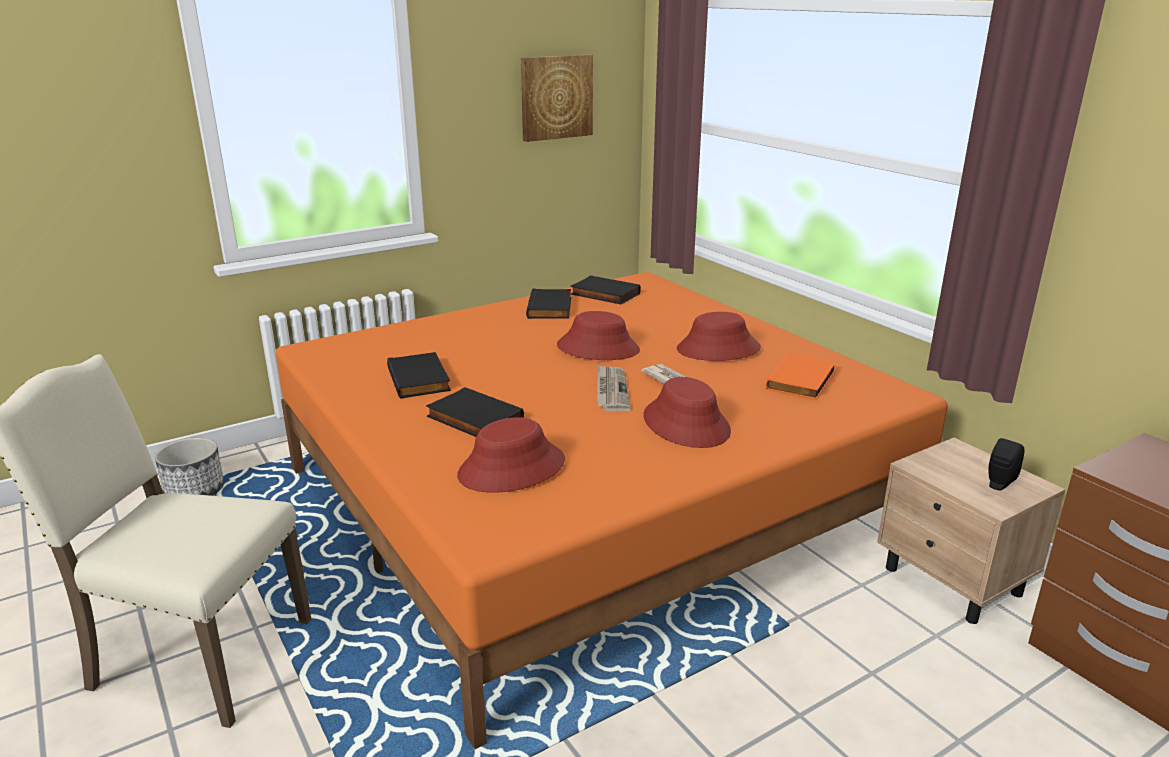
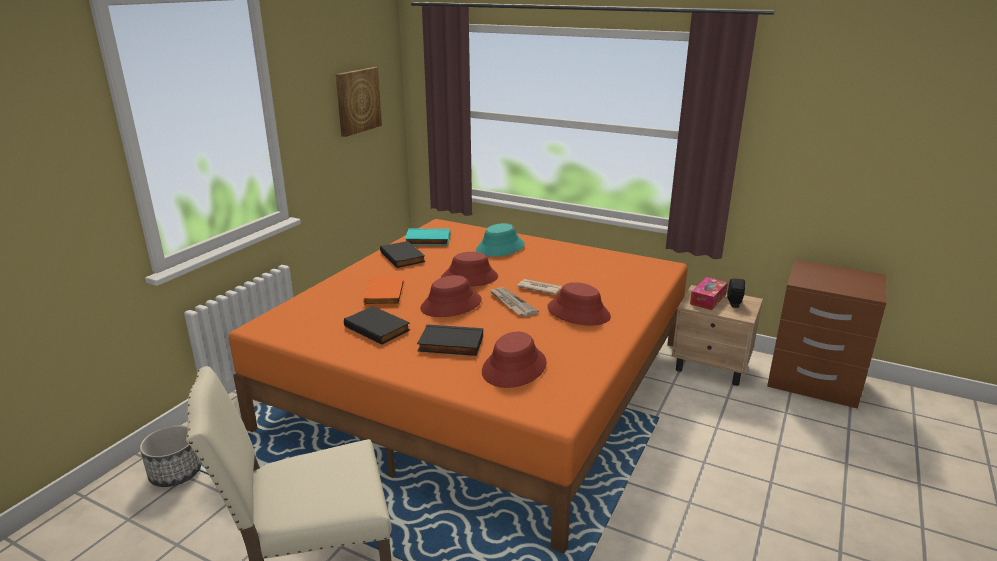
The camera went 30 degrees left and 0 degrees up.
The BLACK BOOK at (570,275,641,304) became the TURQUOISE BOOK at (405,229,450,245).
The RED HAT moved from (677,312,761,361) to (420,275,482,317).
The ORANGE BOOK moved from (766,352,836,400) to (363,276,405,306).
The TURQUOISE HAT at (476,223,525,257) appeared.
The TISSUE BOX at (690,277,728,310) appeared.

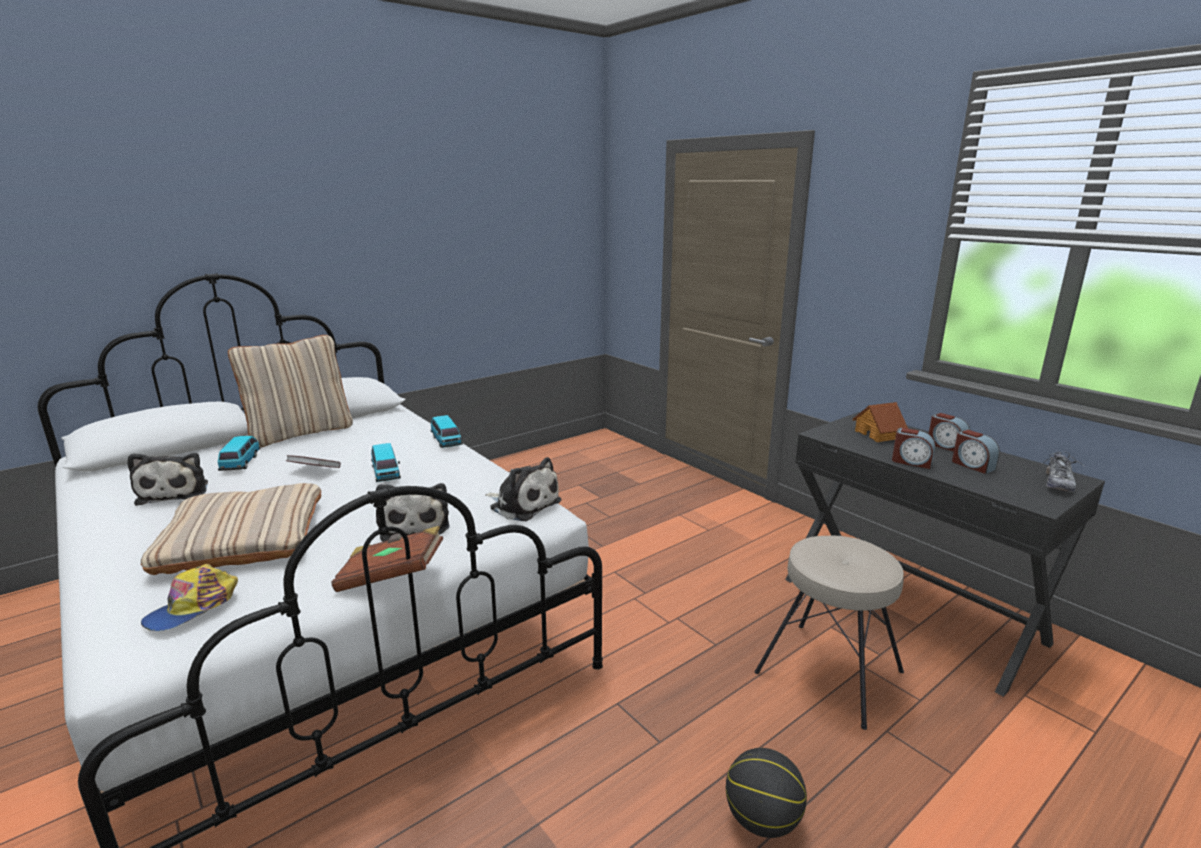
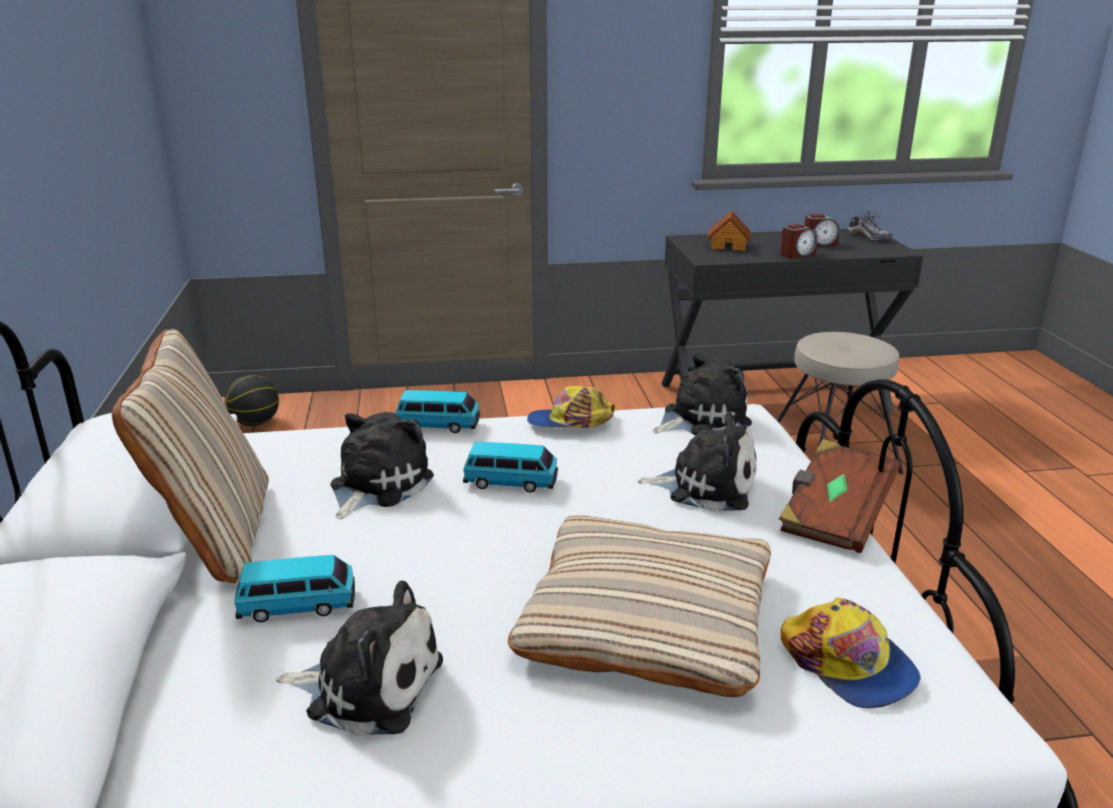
The camera went 60 degrees left and 5 degrees up.
The ALARM CLOCK at (929,413,970,452) disappeared.
The TOY CAR at (218,436,261,471) turned 150 degrees clockwise.
The BOOK at (286,455,341,468) disappeared.
The BASKETBALL moved from (726,748,807,838) to (225,375,279,426).
The CAP at (527,386,615,428) appeared.
The PLUSH TOY at (331,412,434,519) appeared.

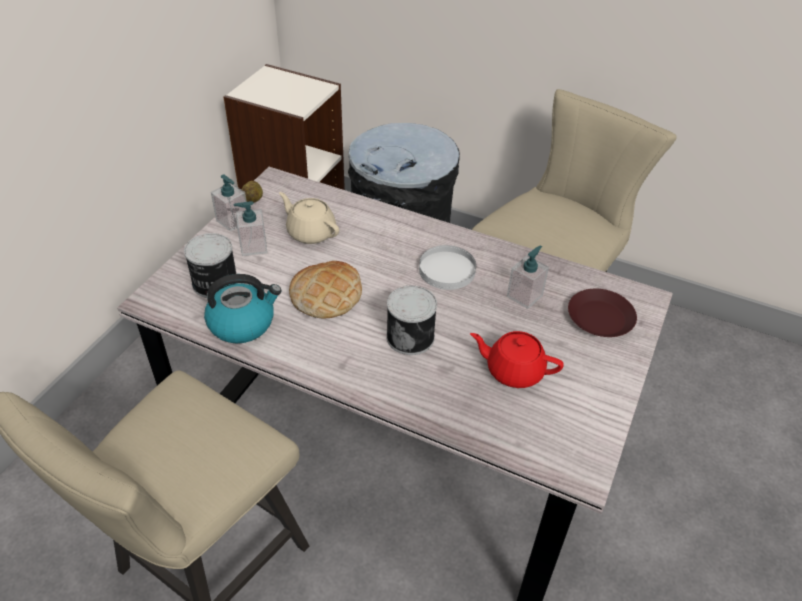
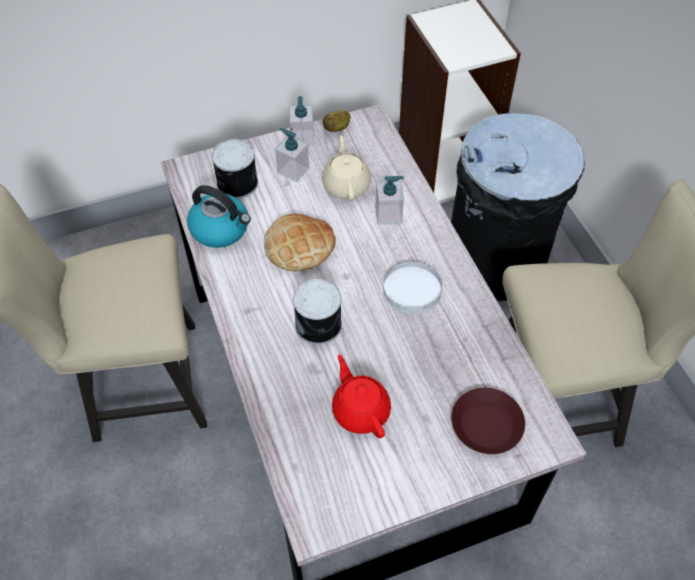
The camera went 45 degrees right and 10 degrees up.
The SOAP DISPENSER moved from (507,246,549,309) to (375,176,404,225).

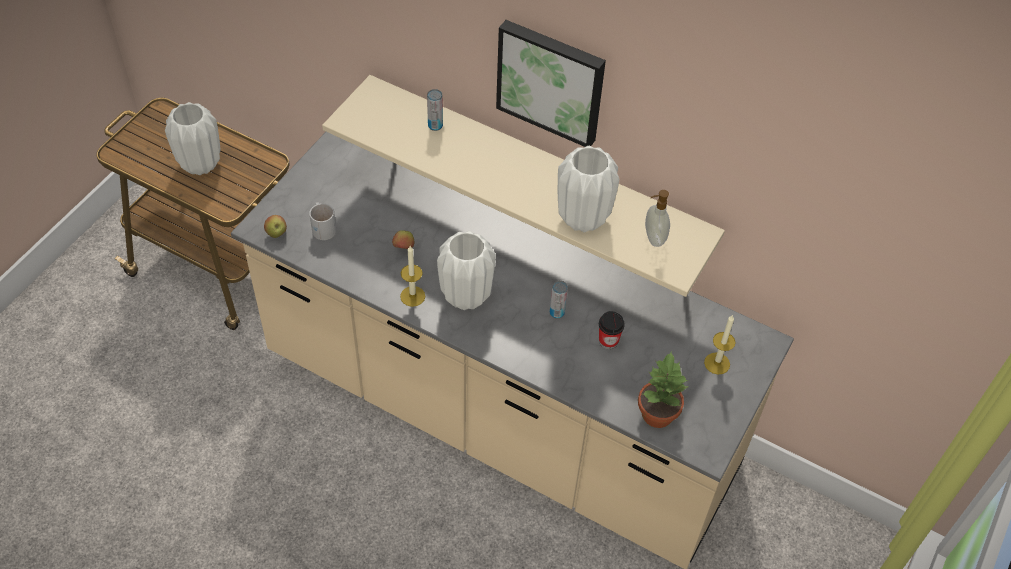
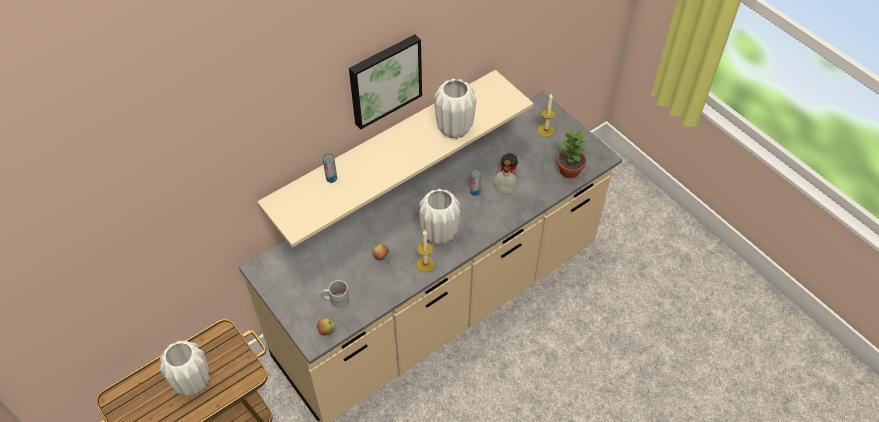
The camera went 65 degrees left and 0 degrees up.
The SOAP DISPENSER moved from (645,190,670,247) to (493,160,518,194).

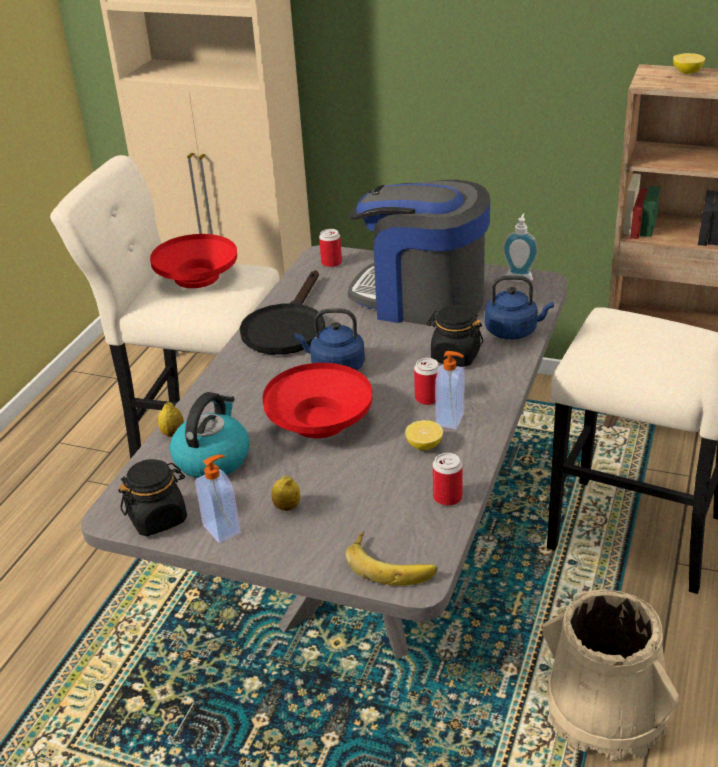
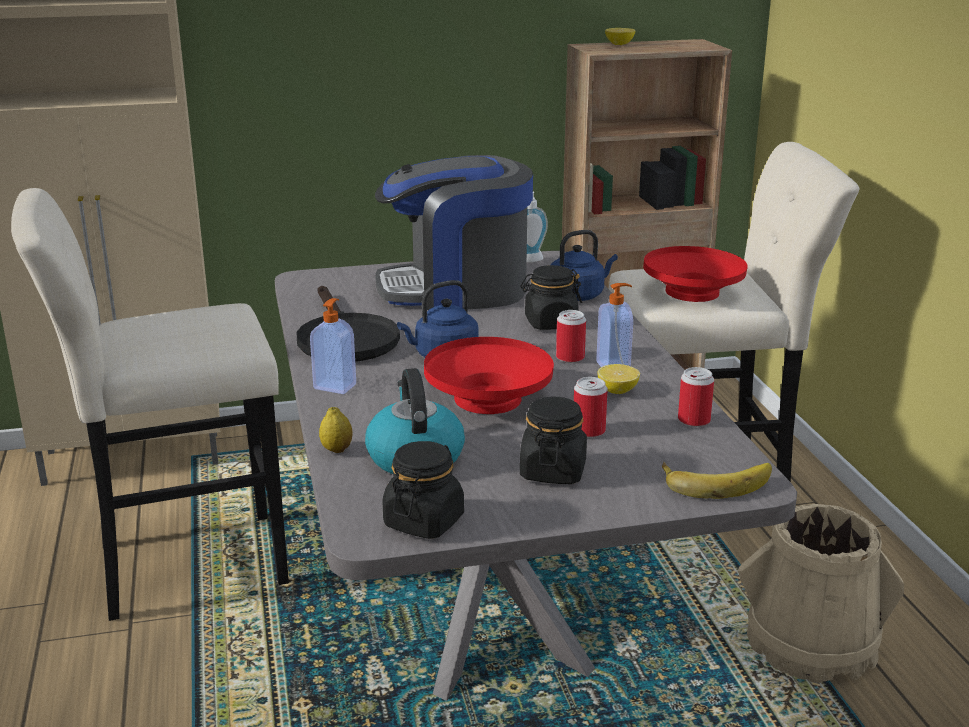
The camera went 35 degrees left and 10 degrees down.
The CAN moved from (319,229,342,268) to (574,377,608,438).
The RED BOWL moved from (150,234,237,288) to (643,246,748,302).
The SOAP DISPENSER moved from (195,455,240,543) to (310,298,356,394).
The LEMON at (271,476,300,511) was replaced by the BLACK JAR at (520,397,587,484).

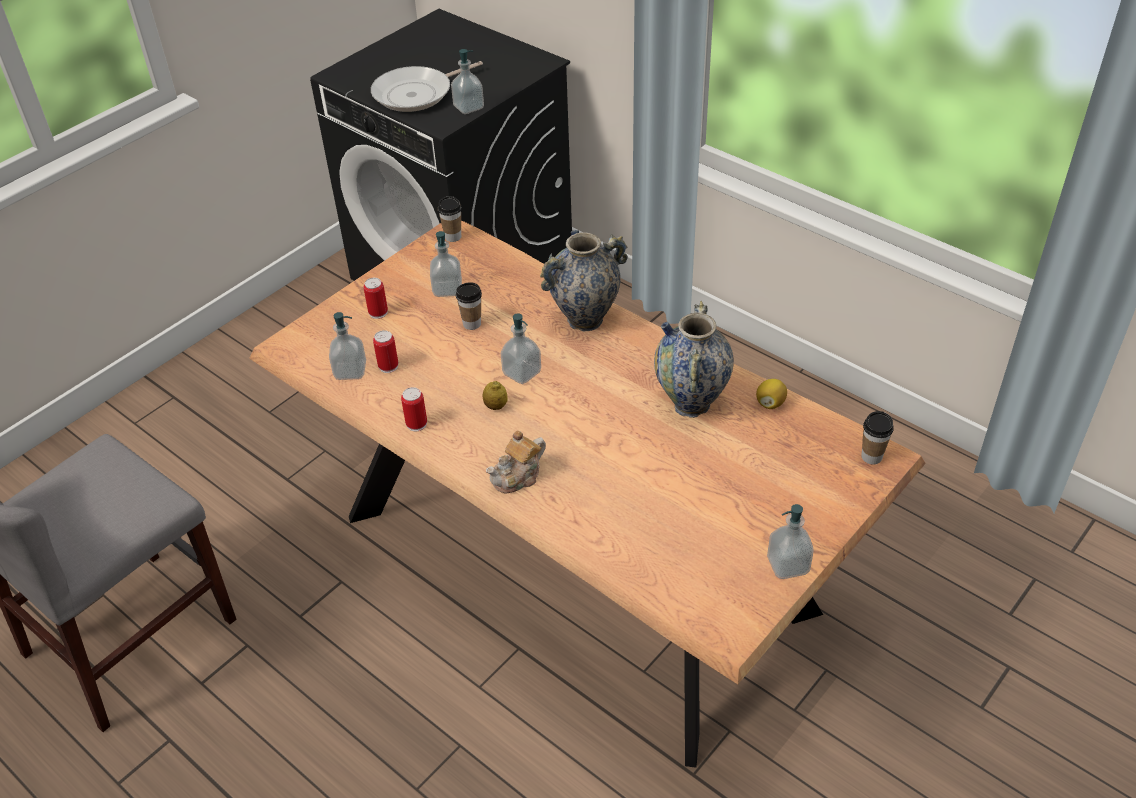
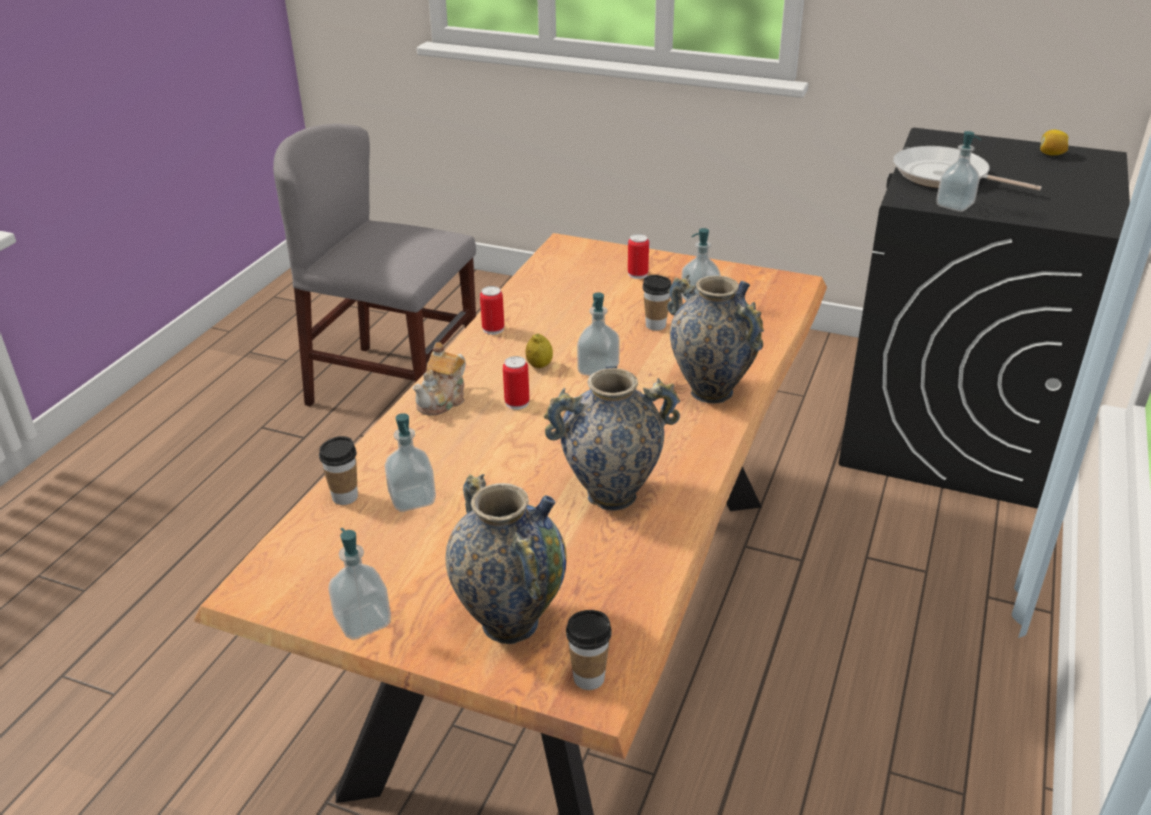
The camera went 70 degrees right and 10 degrees down.
The CUP moved from (438,196,462,242) to (319,436,358,505).
The SOAP DISPENSER moved from (329,312,366,380) to (385,413,436,512).
The CAN moved from (373,330,398,373) to (503,356,529,410).
The LEMON moved from (756,379,787,409) to (1040,130,1068,155).
The TEAPOT at (486,430,546,493) turned 90 degrees counterclockwise.
The VASE at (446,474,567,644) appeared.

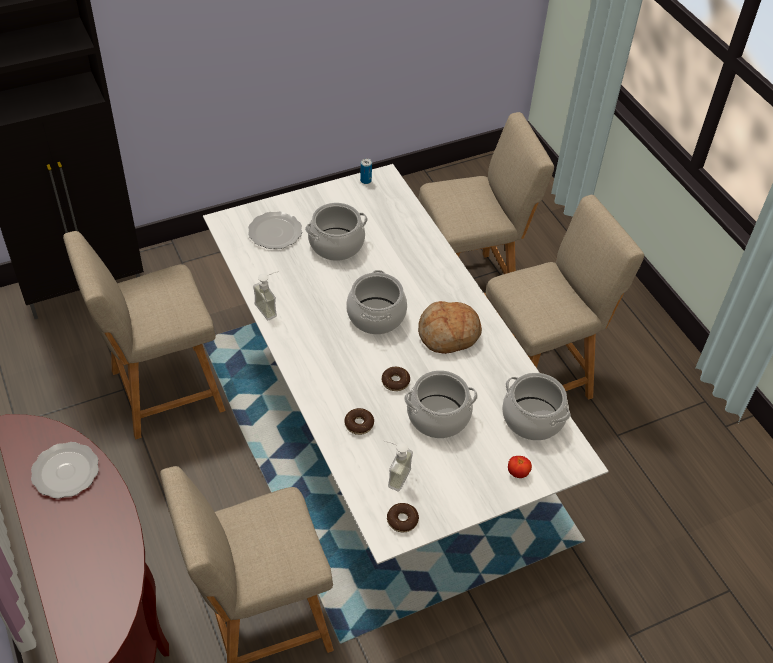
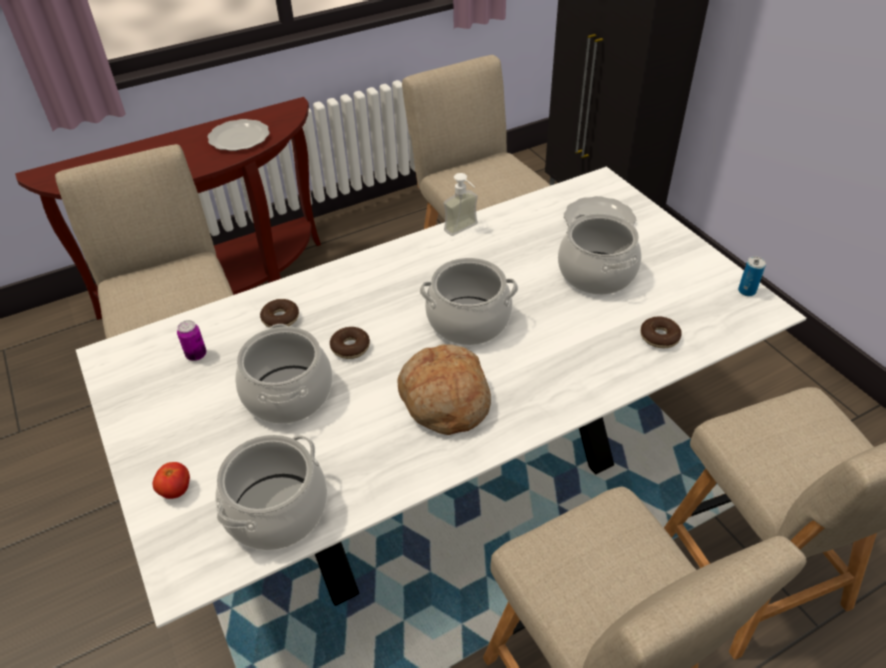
The camera went 90 degrees right and 5 degrees down.
The SOAP DISPENSER at (384,440,413,491) was replaced by the CAN at (177,320,206,361).
The DONUT moved from (387,503,419,532) to (640,316,682,348).

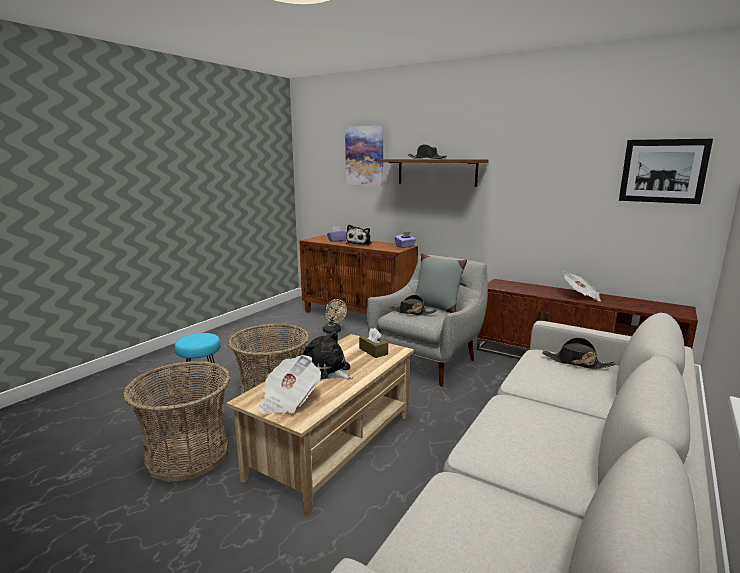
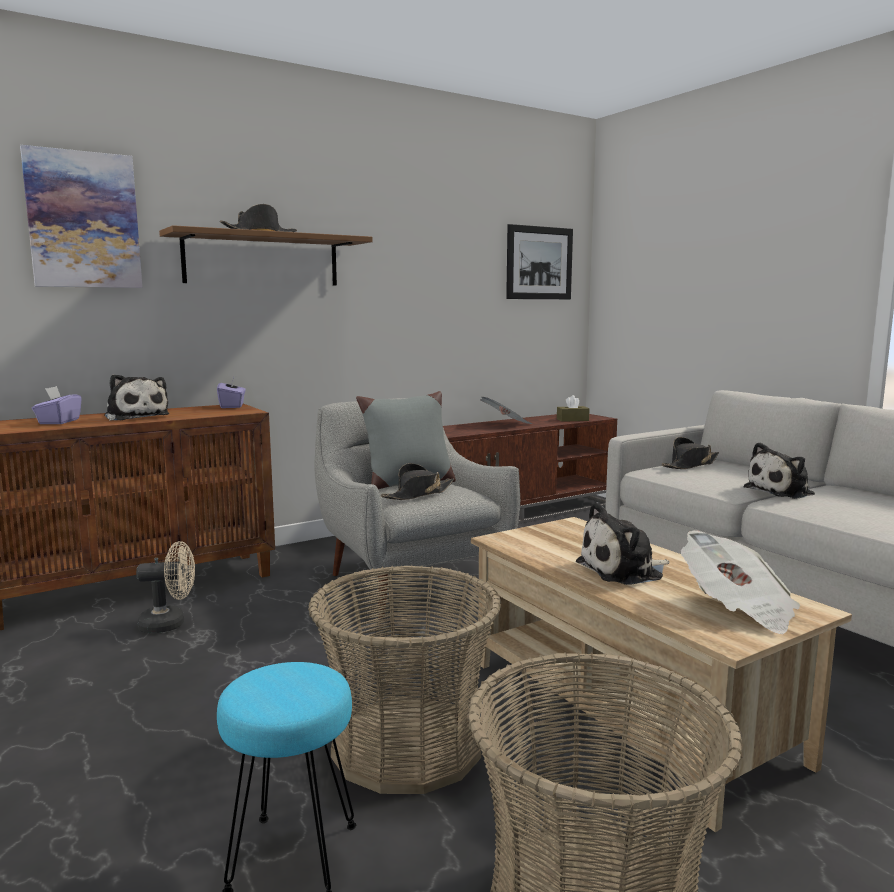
The camera went 65 degrees left and 5 degrees down.
The BROWN TISSUE BOX moved from (359,328,388,358) to (557,395,589,422).
The PLUSH TOY at (744,442,815,499) appeared.

